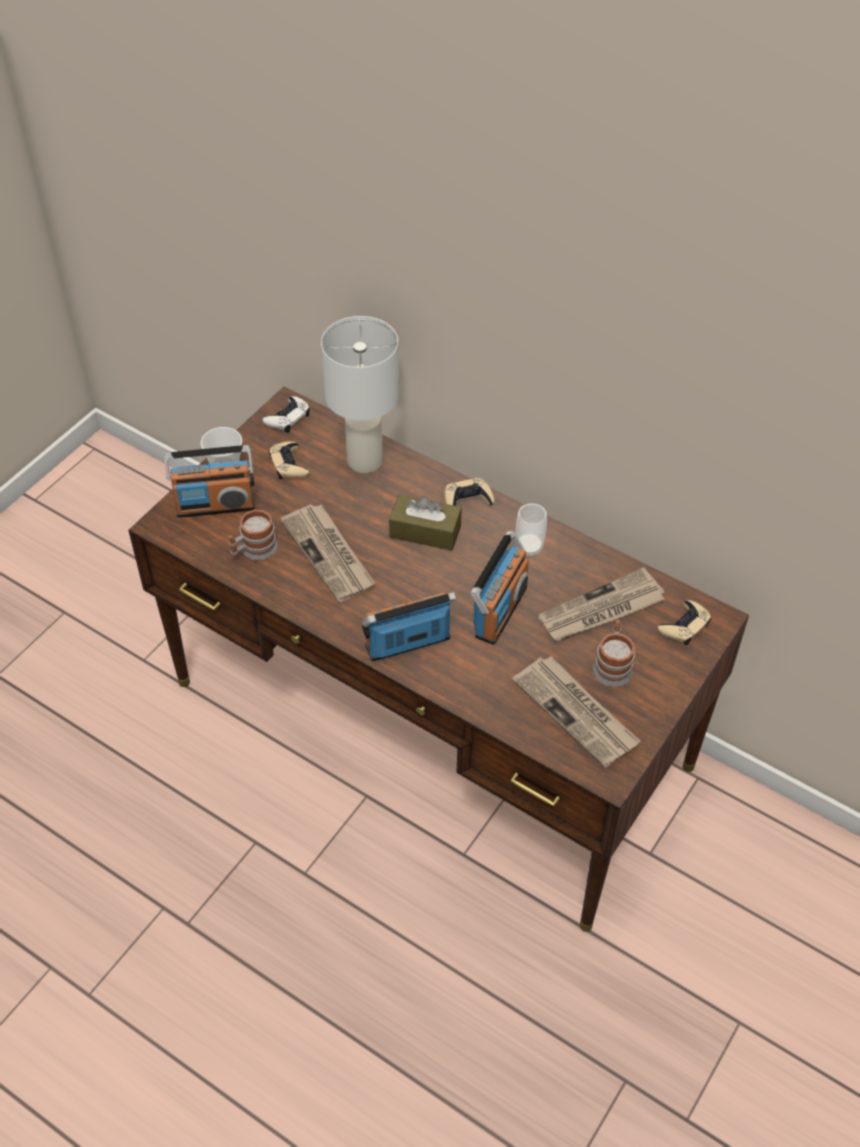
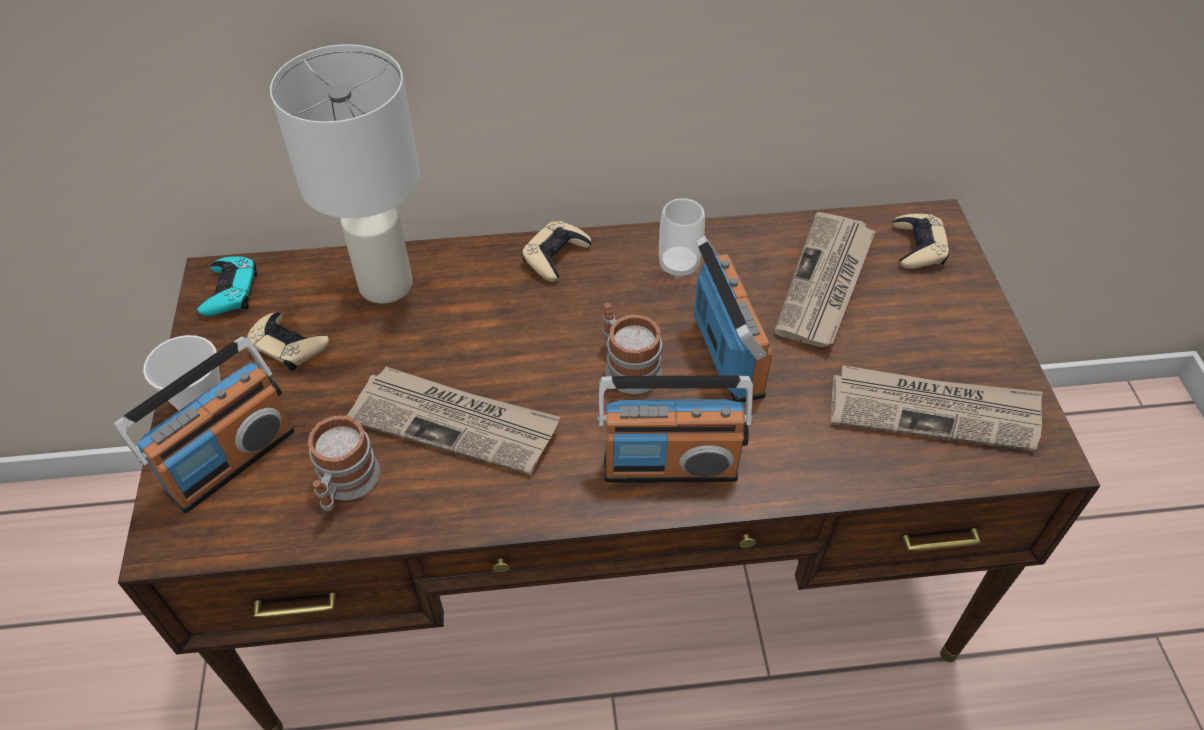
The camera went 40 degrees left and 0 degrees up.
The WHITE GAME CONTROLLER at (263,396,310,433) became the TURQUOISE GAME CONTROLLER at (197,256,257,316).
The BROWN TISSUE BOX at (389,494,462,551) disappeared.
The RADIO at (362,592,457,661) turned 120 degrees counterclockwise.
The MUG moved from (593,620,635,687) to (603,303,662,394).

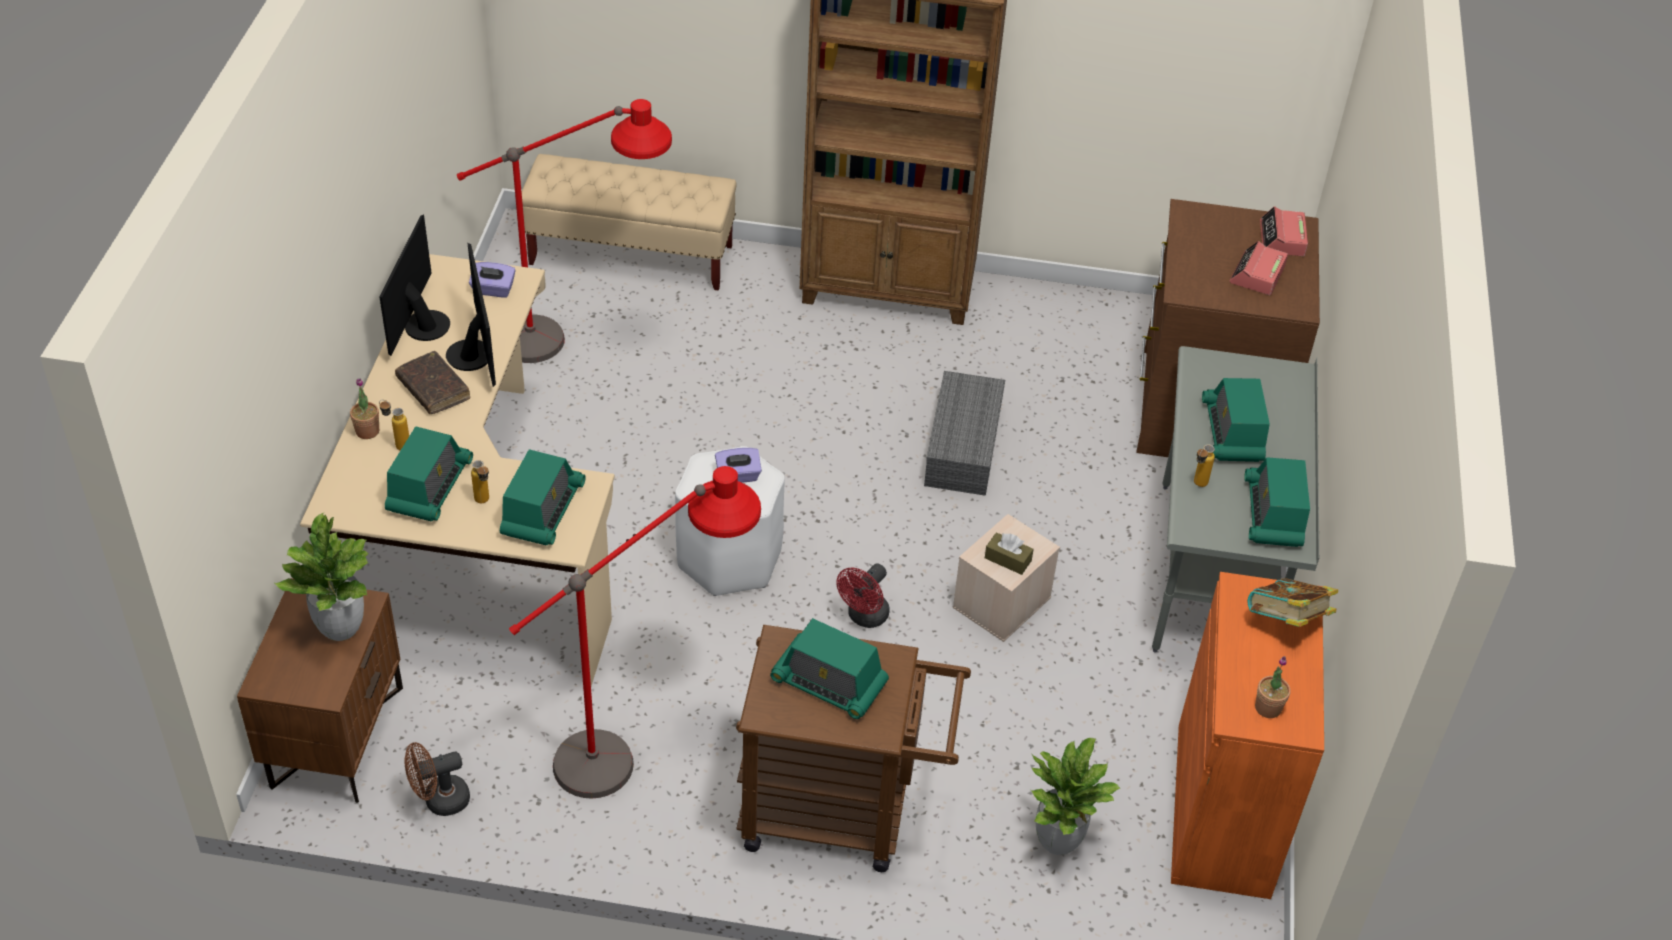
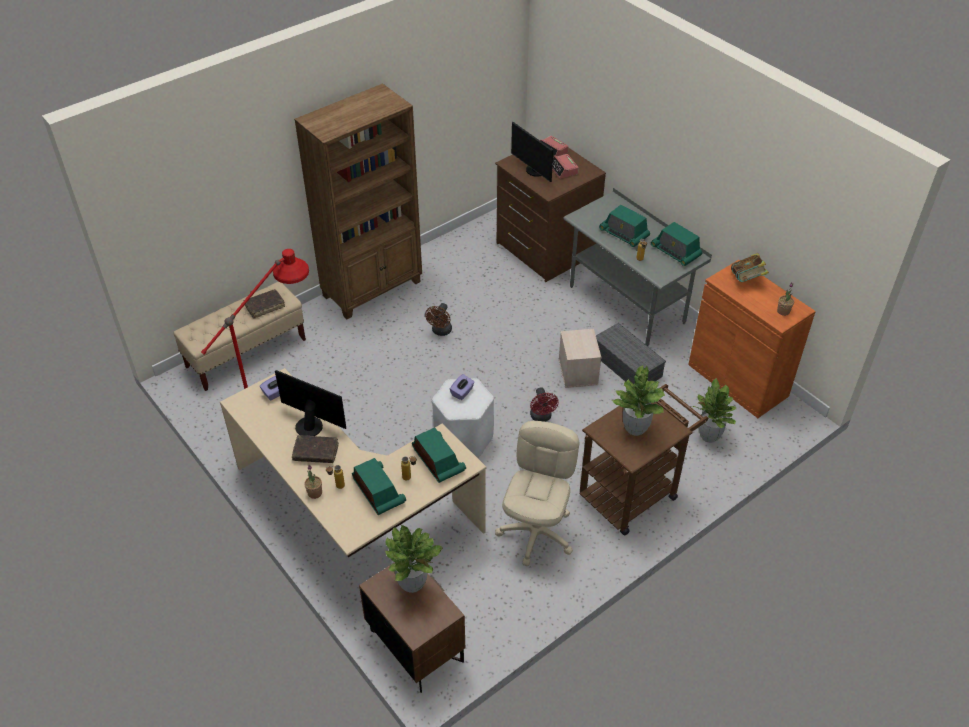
The camera went 45 degrees left and 0 degrees up.
The MONITOR moved from (379,214,450,356) to (511,122,553,182).
The GREY STORAGE BOX moved from (924,371,1005,496) to (596,323,666,384).
The RED FLOOR LAMP at (509,466,761,799) was replaced by the BEIGE OFFICE CHAIR at (495,421,579,566).
The BROWN TISSUE BOX at (985,532,1034,575) disappeared.
The RADIO at (770,618,889,719) was replaced by the POTTED PLANT at (612,365,665,436).
The BROWN FAN moved from (404,742,470,816) to (425,303,452,336).
The BROWN BOOK at (245,289,285,319) appeared.

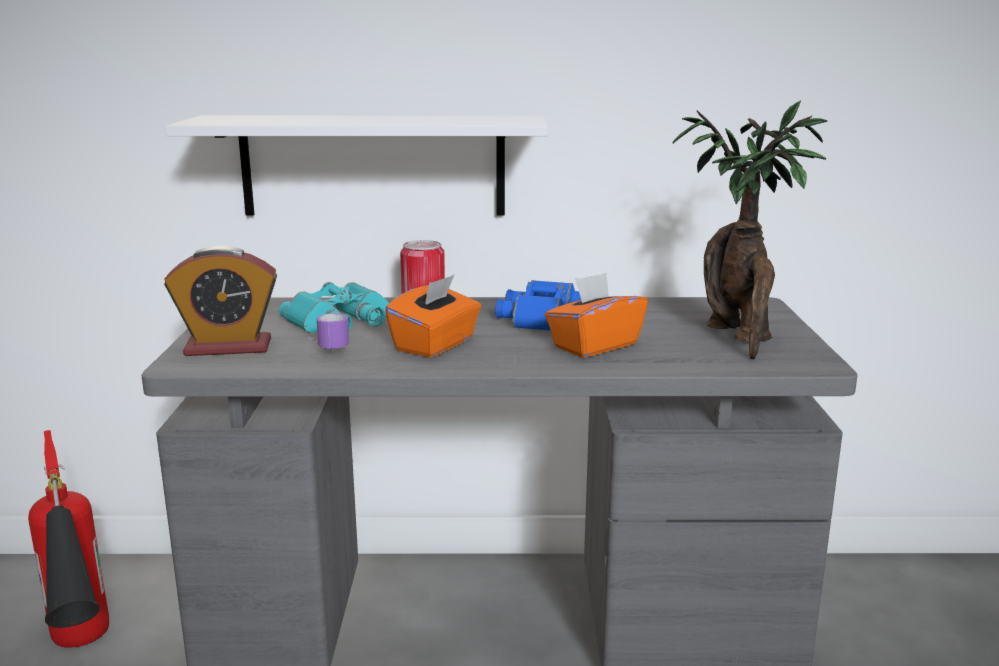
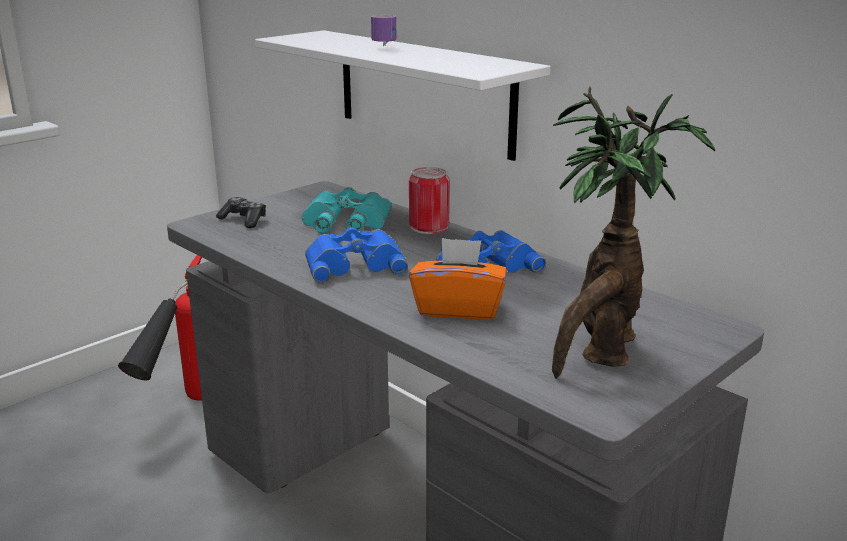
The camera went 45 degrees right and 5 degrees up.
The ALARM CLOCK at (164,246,277,356) was replaced by the GAME CONTROLLER at (216,197,266,228).
The ORANGE TISSUE BOX at (385,275,481,358) was replaced by the BLUE BINOCULARS at (305,227,408,283).
The MUG moved from (308,313,349,352) to (371,14,396,47).

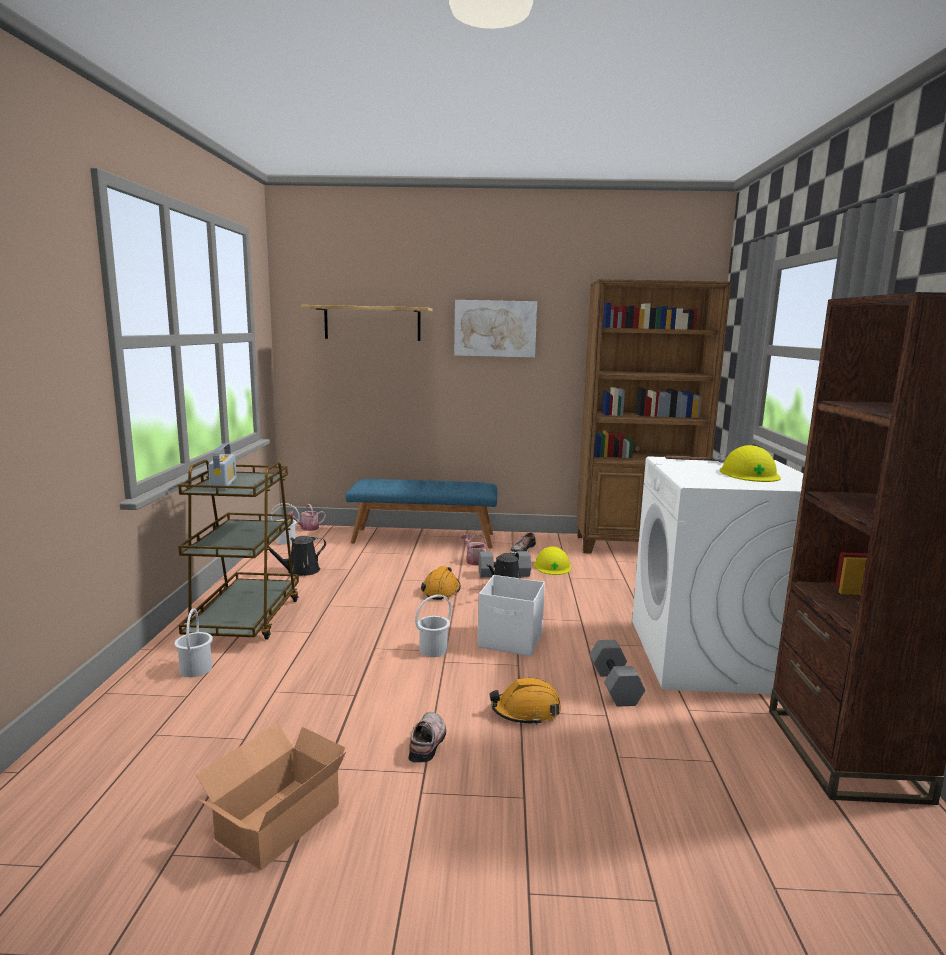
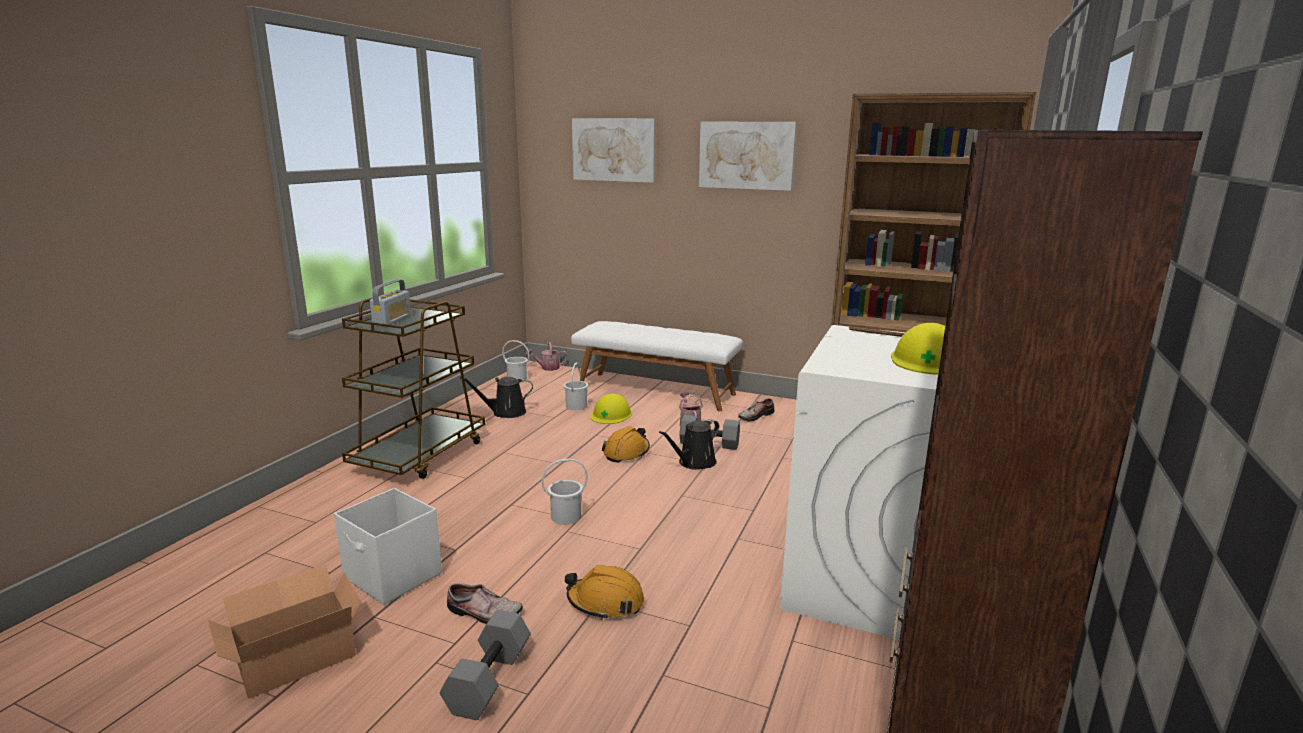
The camera went 20 degrees right and 5 degrees up.
The SHELF at (301,305,432,341) was replaced by the PICTURE at (572,118,656,183).
The BLUE BENCH at (345,479,498,548) became the WHITE BENCH at (571,321,743,411).
The YELLOW HARD HAT moved from (534,546,571,575) to (590,393,632,424).
The WHITE STORAGE BOX moved from (478,575,545,656) to (334,488,442,605).
The WHITE BUCKET moved from (174,608,213,677) to (563,363,589,410).
The GREY DUMBBELL moved from (589,640,645,707) to (440,610,531,720).
The SHOE at (409,712,446,763) turned 75 degrees clockwise.

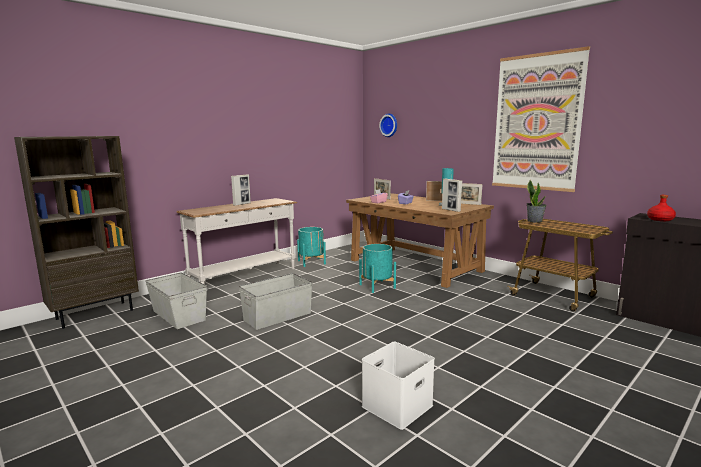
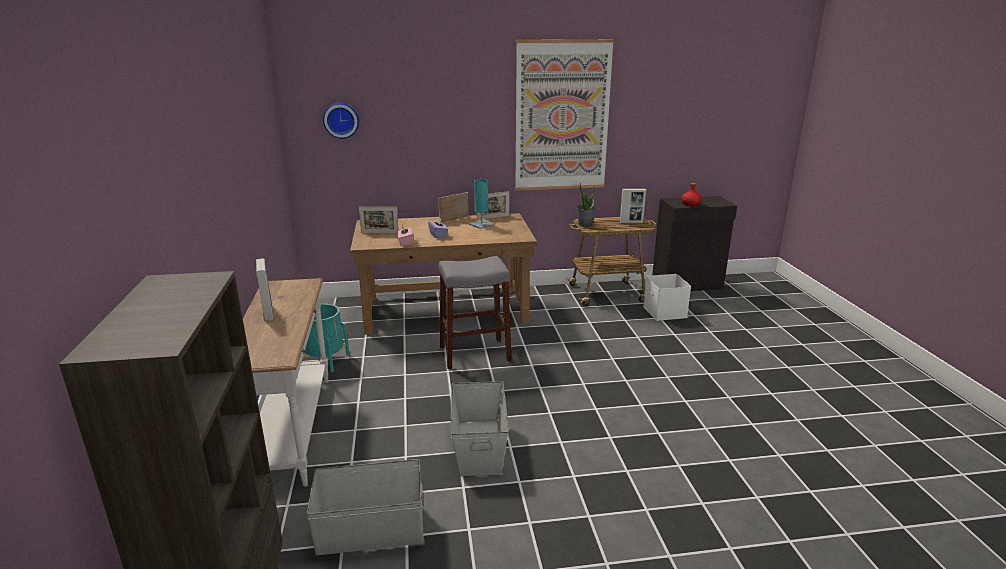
The camera went 55 degrees left and 10 degrees up.
The PICTURE FRAME moved from (442,179,462,212) to (620,189,646,223).
The TURQUOISE PLANTER at (359,244,396,293) was replaced by the GREY STOOL at (438,256,512,369).
The WHITE STORAGE BOX moved from (362,341,435,430) to (643,274,691,321).

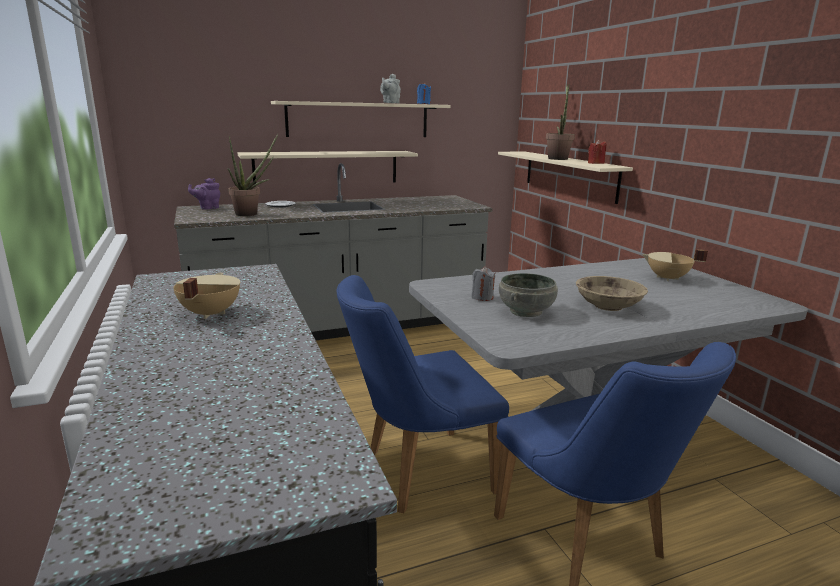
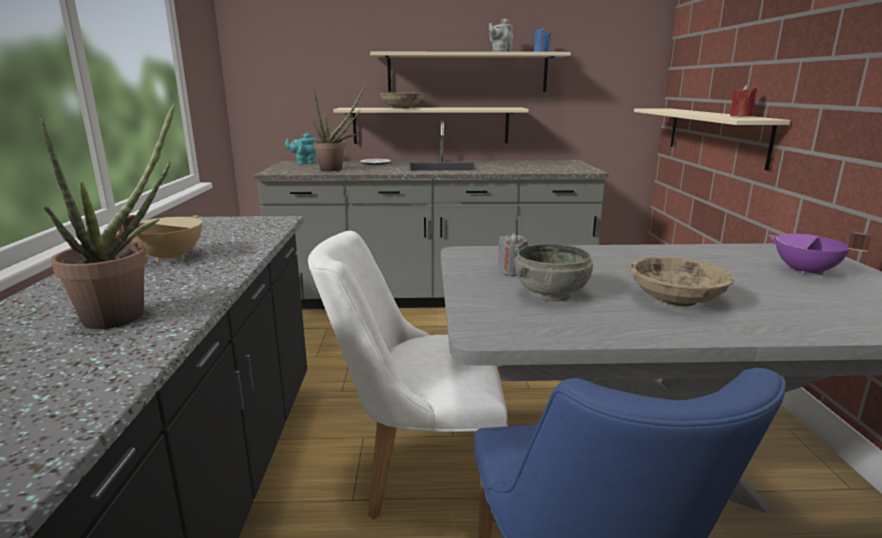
The camera went 20 degrees right and 0 degrees up.
The POTTED PLANT moved from (546,84,575,160) to (39,103,174,329).
The PURPLE TEAPOT at (188,178,220,210) became the TURQUOISE TEAPOT at (285,133,317,164).
The BEIGE COOKING POT at (642,249,708,281) became the PURPLE COOKING POT at (768,232,872,275).
The BLUE CHAIR at (336,275,509,514) became the WHITE CHAIR at (308,231,508,522).
The BEIGE BOWL at (379,93,425,108) appeared.

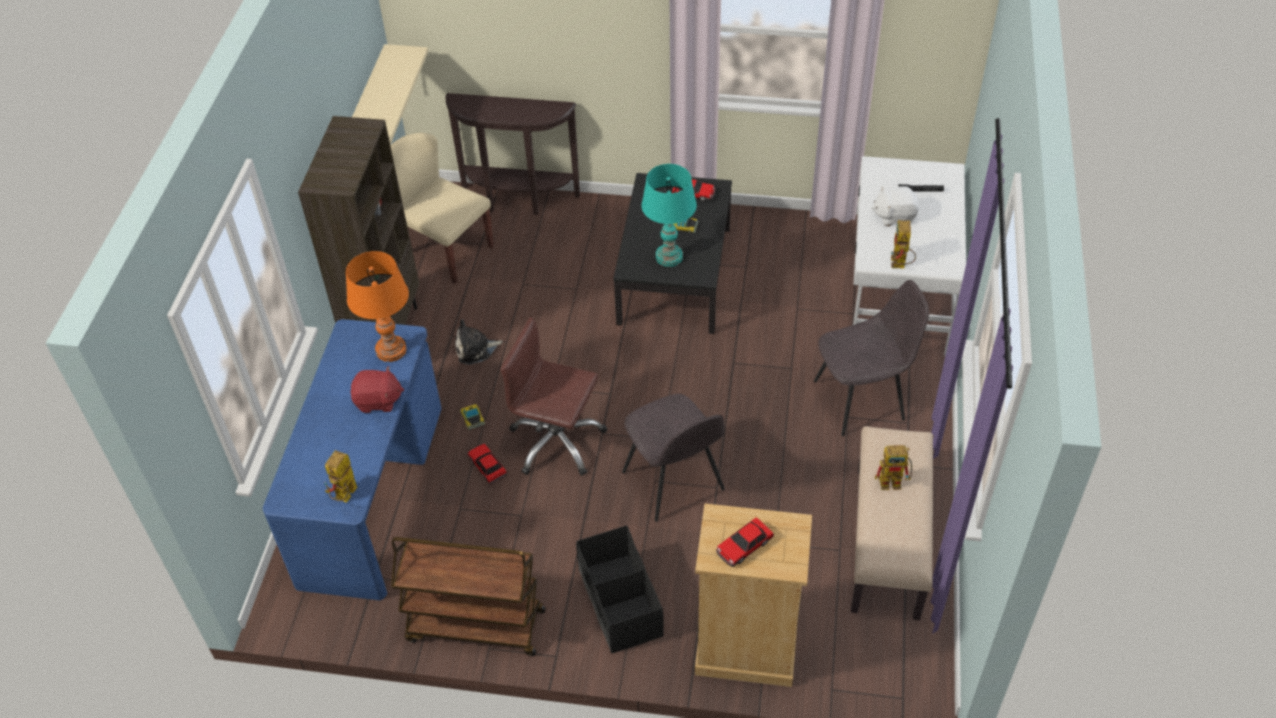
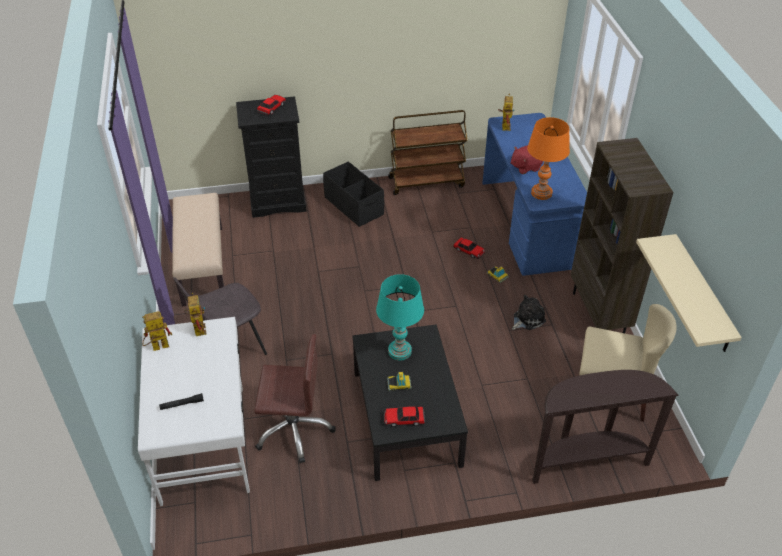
The camera went 160 degrees right and 5 degrees down.
The WHITE PLUSH TOY at (871,186,919,226) disappeared.
The BROWN OFFICE CHAIR moved from (500,317,607,476) to (254,334,336,463).
The GREY CHAIR at (622,394,725,522) disappeared.
The TOY ROBOT moved from (875,445,912,490) to (142,311,172,351).
The BEIGE DRESSER at (695,503,812,687) became the BLACK DRESSER at (236,96,307,218).

